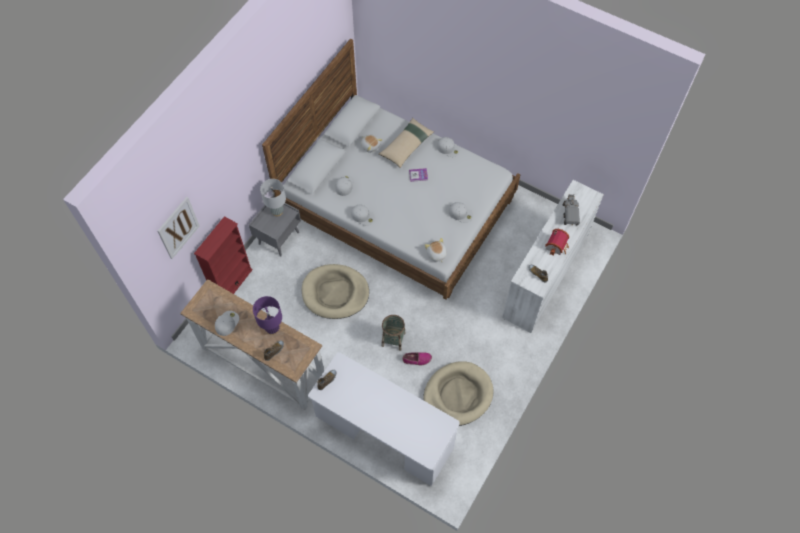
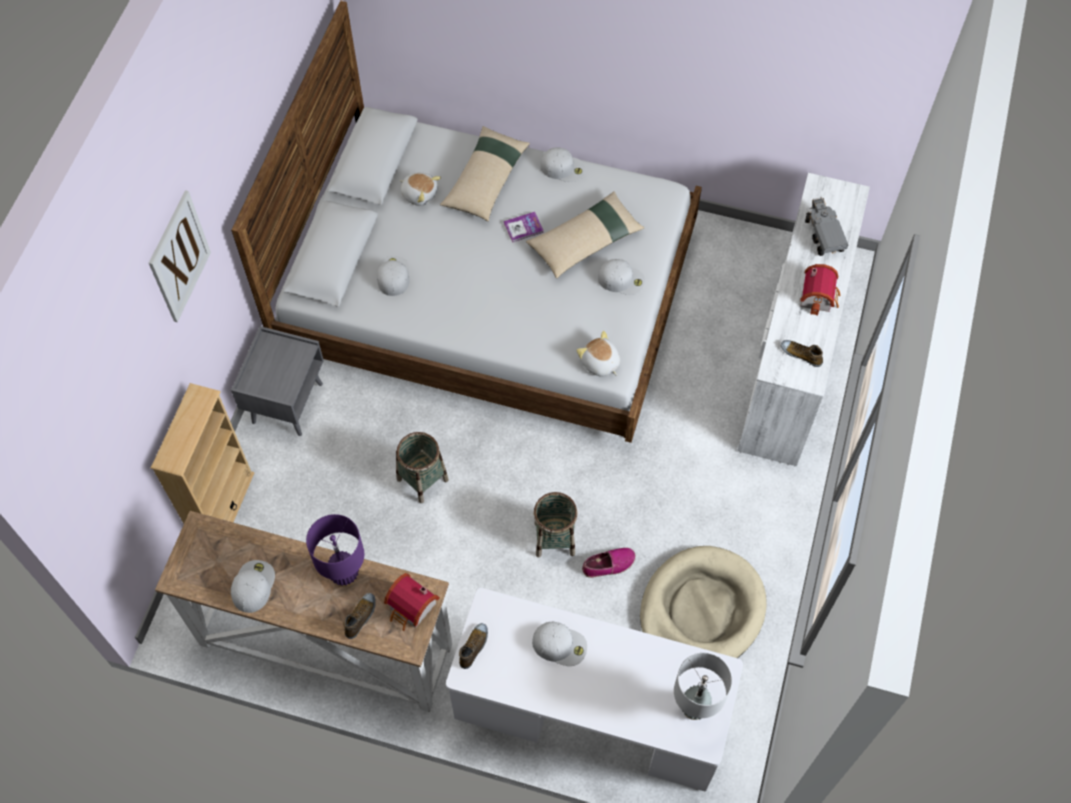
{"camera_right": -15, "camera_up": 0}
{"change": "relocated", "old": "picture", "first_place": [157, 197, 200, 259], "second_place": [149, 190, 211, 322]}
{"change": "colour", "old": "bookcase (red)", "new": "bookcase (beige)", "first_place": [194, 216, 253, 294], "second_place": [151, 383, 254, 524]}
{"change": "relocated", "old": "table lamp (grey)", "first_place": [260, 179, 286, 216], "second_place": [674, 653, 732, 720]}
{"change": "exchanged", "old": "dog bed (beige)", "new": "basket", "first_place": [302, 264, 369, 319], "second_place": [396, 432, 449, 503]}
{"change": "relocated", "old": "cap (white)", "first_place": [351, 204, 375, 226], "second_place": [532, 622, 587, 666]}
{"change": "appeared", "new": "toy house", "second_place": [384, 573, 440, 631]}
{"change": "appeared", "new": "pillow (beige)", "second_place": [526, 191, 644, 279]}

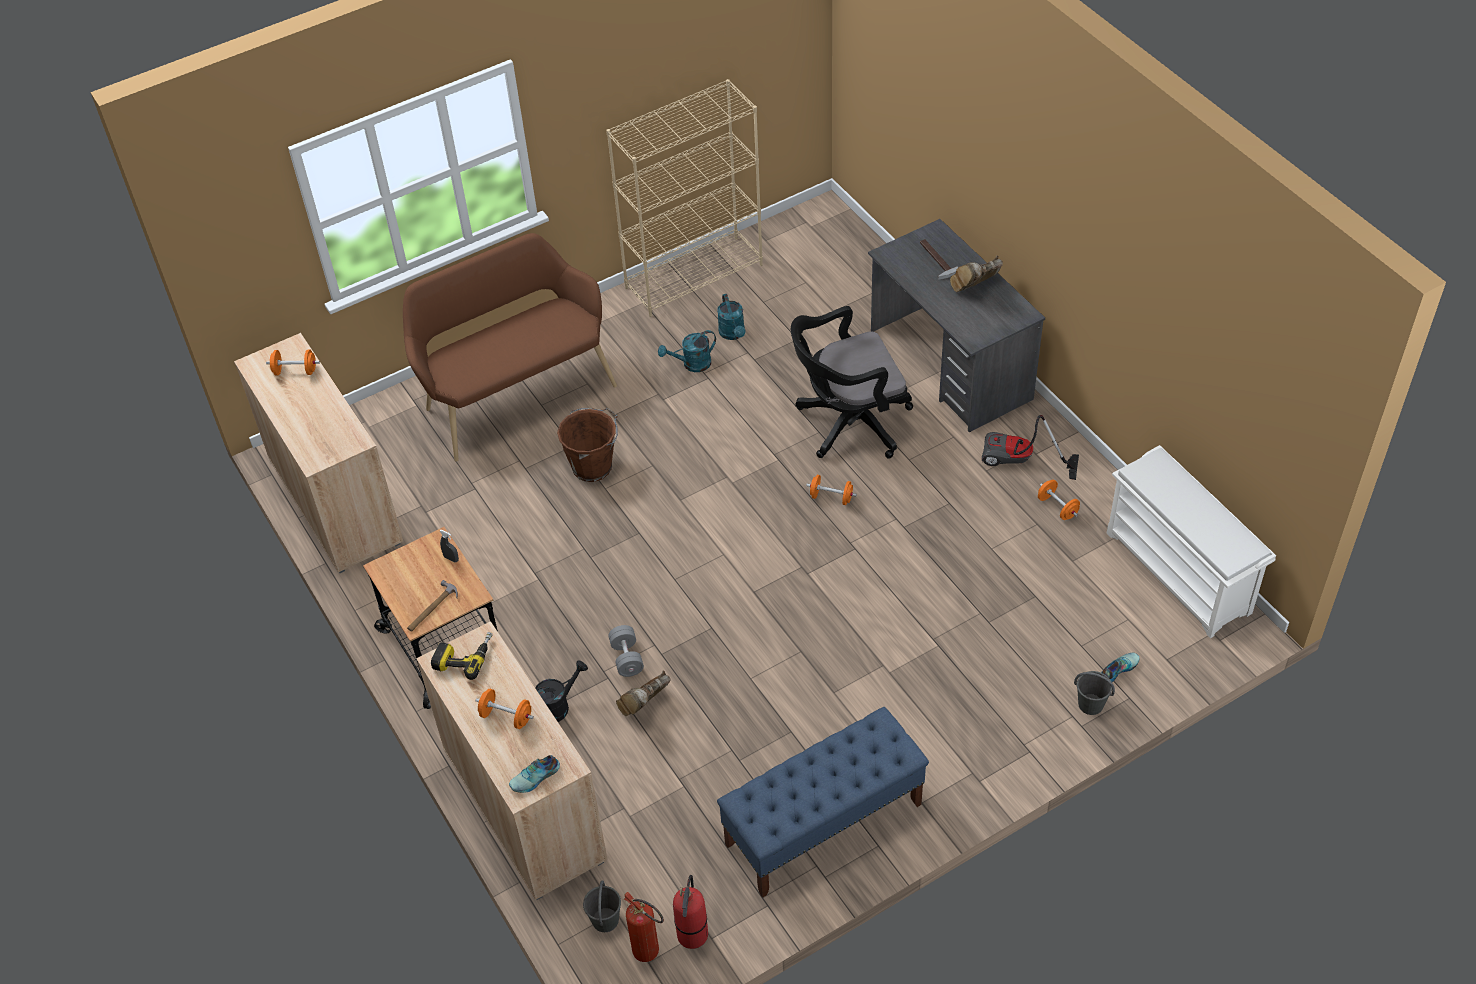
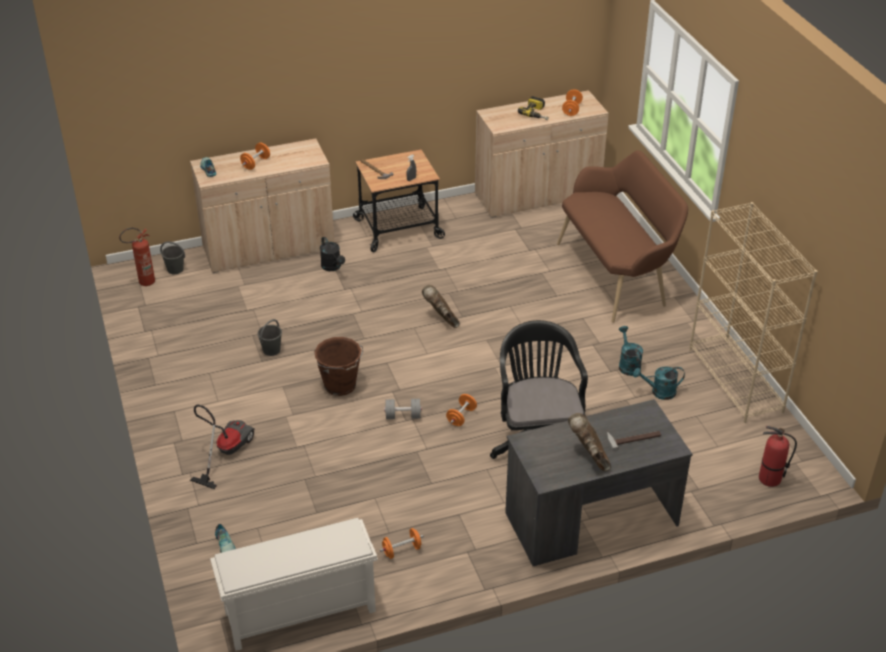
{"camera_right": 100, "camera_up": -10}
{"change": "relocated", "old": "power drill", "first_place": [431, 632, 493, 680], "second_place": [518, 96, 549, 120]}
{"change": "relocated", "old": "bucket (brown)", "first_place": [557, 408, 618, 482], "second_place": [315, 337, 363, 396]}
{"change": "relocated", "old": "dumbbell (grey)", "first_place": [608, 625, 644, 677], "second_place": [384, 399, 422, 419]}
{"change": "relocated", "old": "boot (brown)", "first_place": [616, 670, 671, 716], "second_place": [422, 285, 460, 328]}
{"change": "relocated", "old": "fire extinguisher", "first_place": [673, 875, 708, 949], "second_place": [759, 426, 797, 487]}
{"change": "missing", "old": "bench (blue)", "first_place": [717, 707, 929, 898]}
{"change": "relocated", "old": "vacuum cleaner", "first_place": [982, 415, 1079, 480], "second_place": [190, 405, 255, 489]}
{"change": "relocated", "old": "bucket (grey)", "first_place": [1074, 671, 1115, 715], "second_place": [257, 319, 282, 356]}

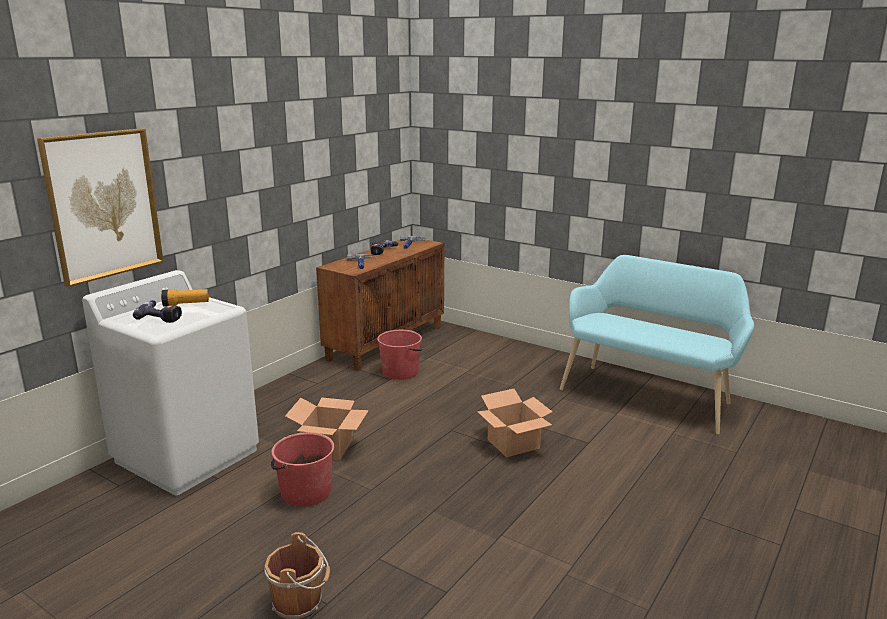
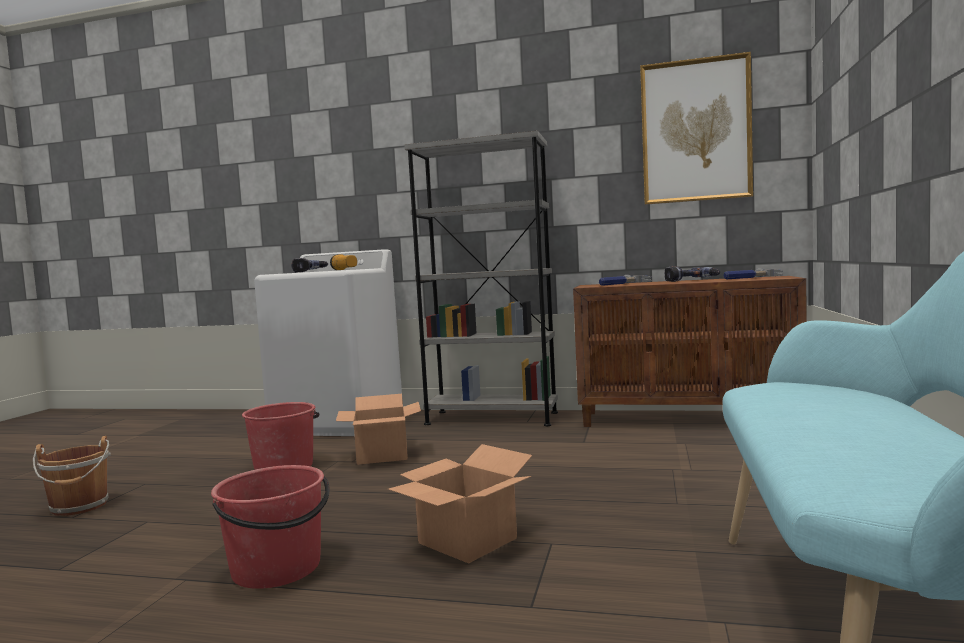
{"camera_right": 70, "camera_up": -15}
{"change": "relocated", "old": "picture", "first_place": [37, 128, 164, 287], "second_place": [640, 52, 753, 205]}
{"change": "relocated", "old": "bucket (red)", "first_place": [377, 330, 423, 380], "second_place": [211, 465, 330, 589]}
{"change": "appeared", "new": "bookcase (grey)", "second_place": [404, 130, 558, 426]}

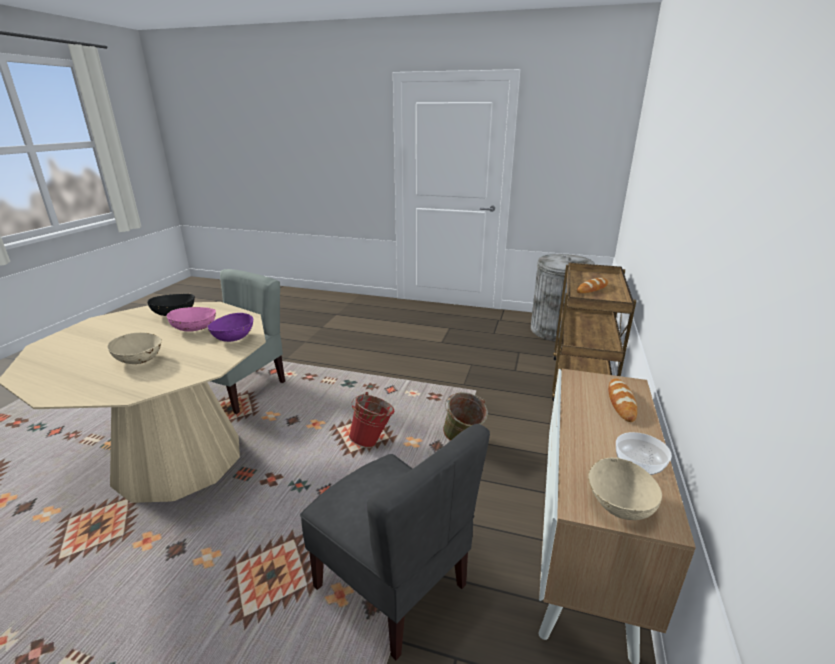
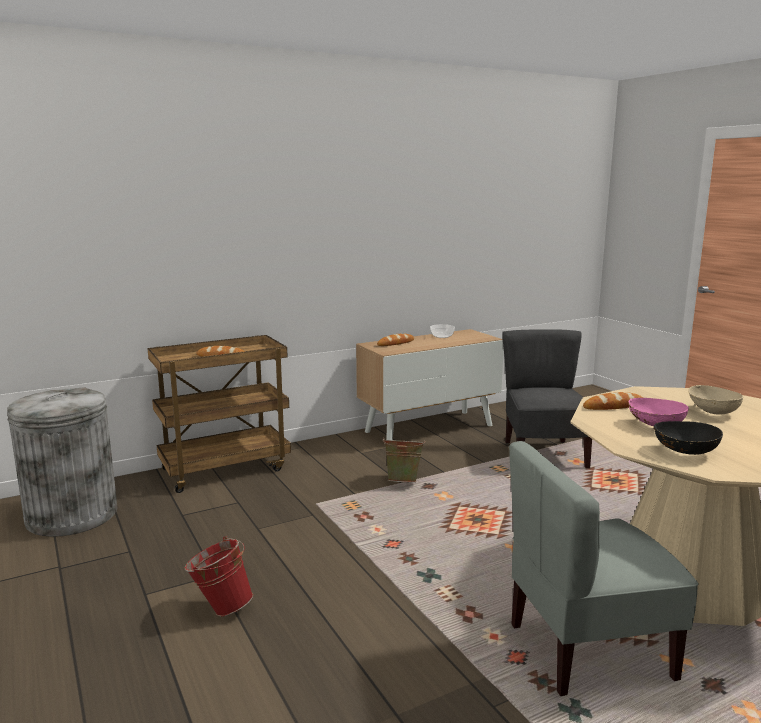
{"camera_right": -135, "camera_up": -10}
{"change": "exchanged", "old": "bowl (purple)", "new": "bread", "first_place": [207, 313, 253, 342], "second_place": [583, 392, 643, 410]}
{"change": "relocated", "old": "bucket (red)", "first_place": [349, 392, 394, 448], "second_place": [185, 536, 253, 617]}
{"change": "missing", "old": "bowl (beige)", "first_place": [588, 457, 662, 520]}

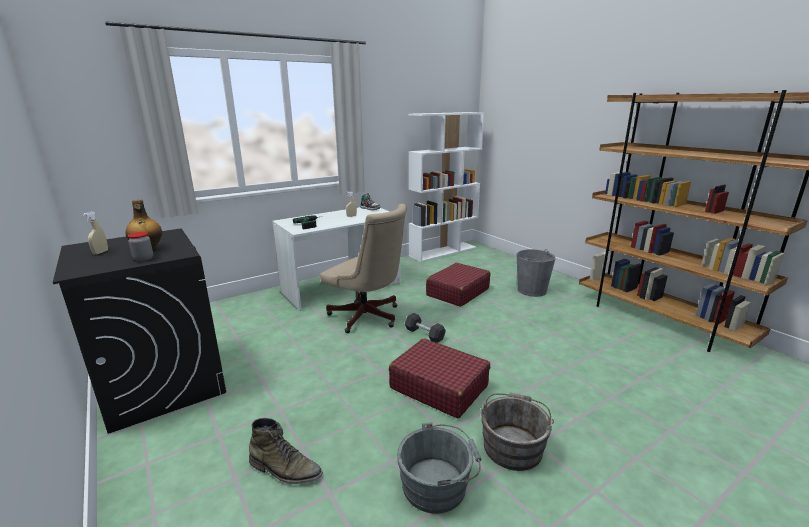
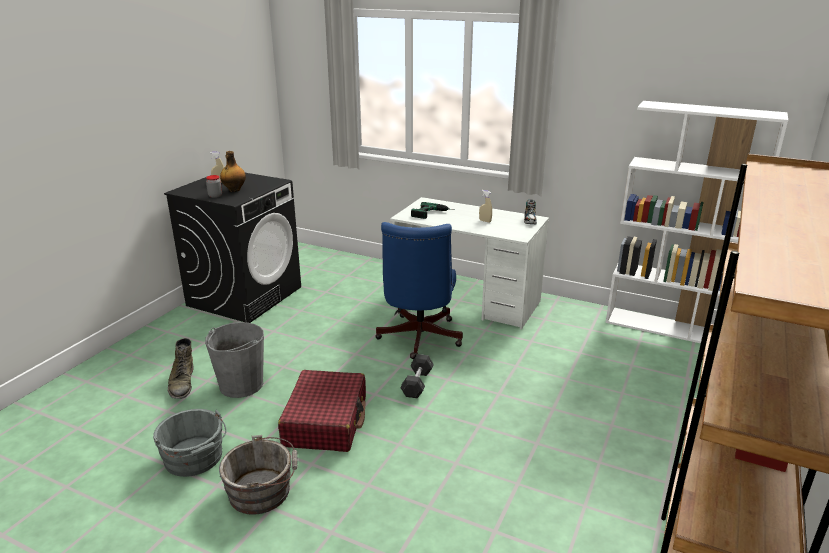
{"camera_right": 60, "camera_up": 5}
{"change": "colour", "old": "office chair (beige)", "new": "office chair (blue)", "first_place": [320, 204, 407, 333], "second_place": [375, 222, 463, 359]}
{"change": "missing", "old": "suitcase (red)", "first_place": [426, 263, 490, 307]}
{"change": "relocated", "old": "bucket (grey)", "first_place": [517, 249, 556, 297], "second_place": [205, 322, 264, 398]}

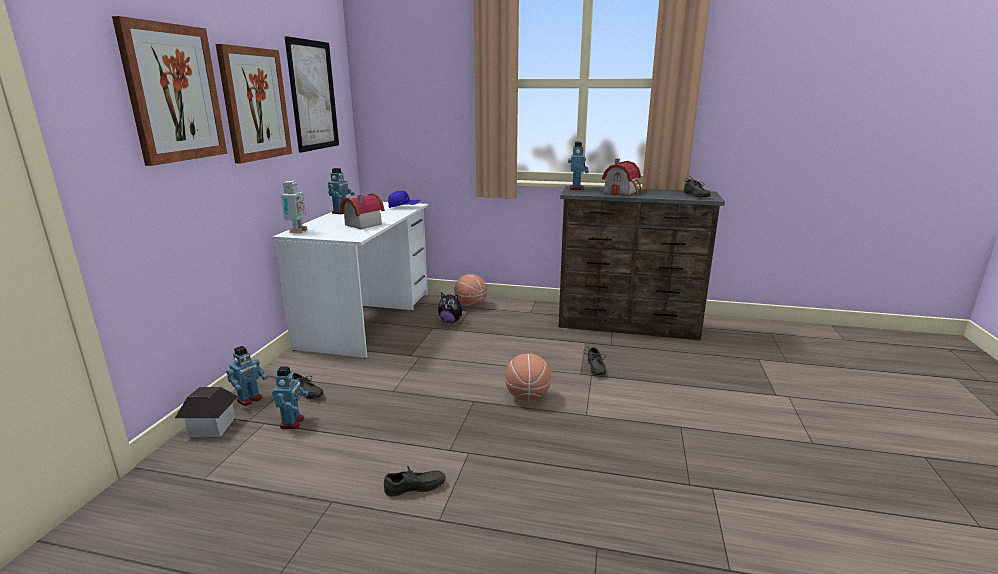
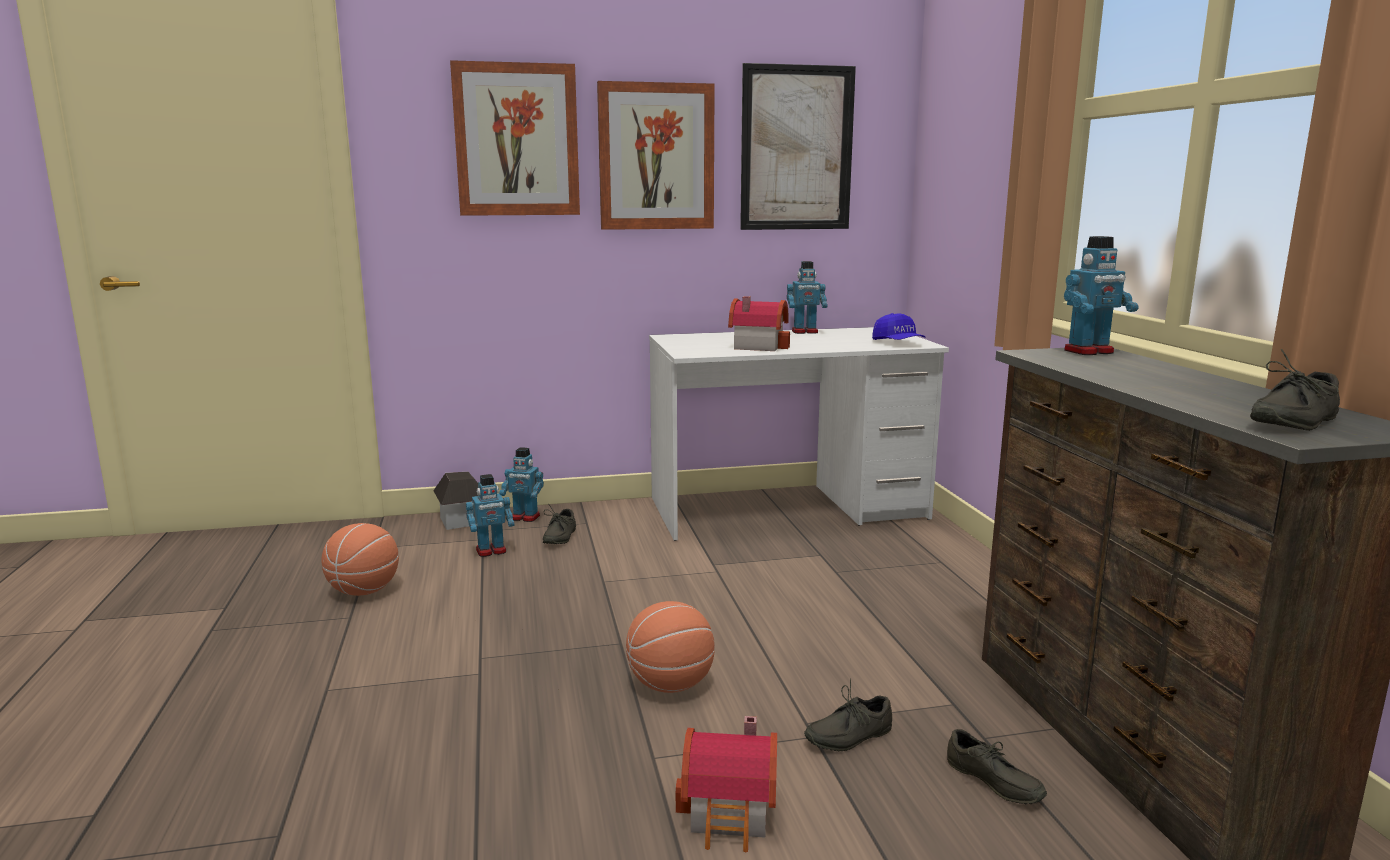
{"camera_right": 65, "camera_up": -5}
{"change": "missing", "old": "toy robot", "first_place": [281, 181, 308, 234]}
{"change": "relocated", "old": "shoe (grey)", "first_place": [384, 466, 446, 496], "second_place": [947, 729, 1047, 804]}
{"change": "missing", "old": "plush toy", "first_place": [438, 292, 466, 323]}
{"change": "relocated", "old": "basketball", "first_place": [454, 274, 487, 307], "second_place": [321, 523, 399, 596]}
{"change": "relocated", "old": "toy house", "first_place": [602, 159, 642, 195], "second_place": [676, 716, 777, 853]}

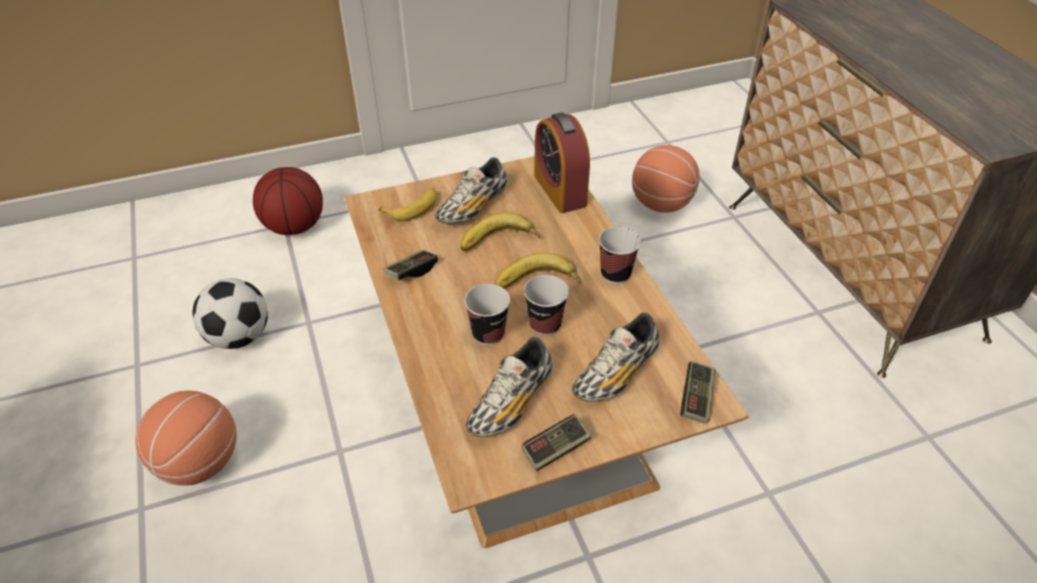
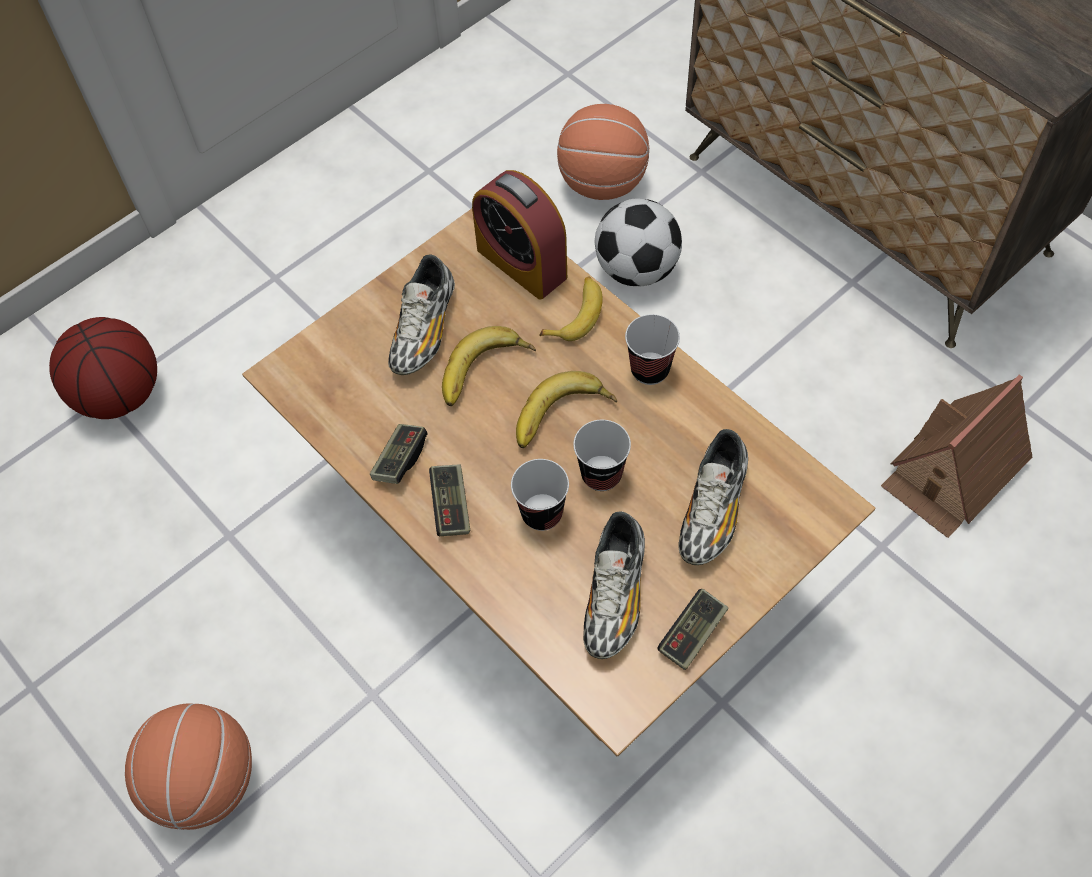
{"camera_right": -20, "camera_up": 15}
{"change": "relocated", "old": "football", "first_place": [193, 278, 268, 349], "second_place": [595, 198, 682, 286]}
{"change": "relocated", "old": "banana", "first_place": [379, 188, 437, 221], "second_place": [540, 277, 603, 341]}
{"change": "relocated", "old": "game controller", "first_place": [680, 361, 715, 424], "second_place": [429, 464, 470, 536]}
{"change": "appeared", "new": "toy house", "second_place": [881, 374, 1032, 538]}

